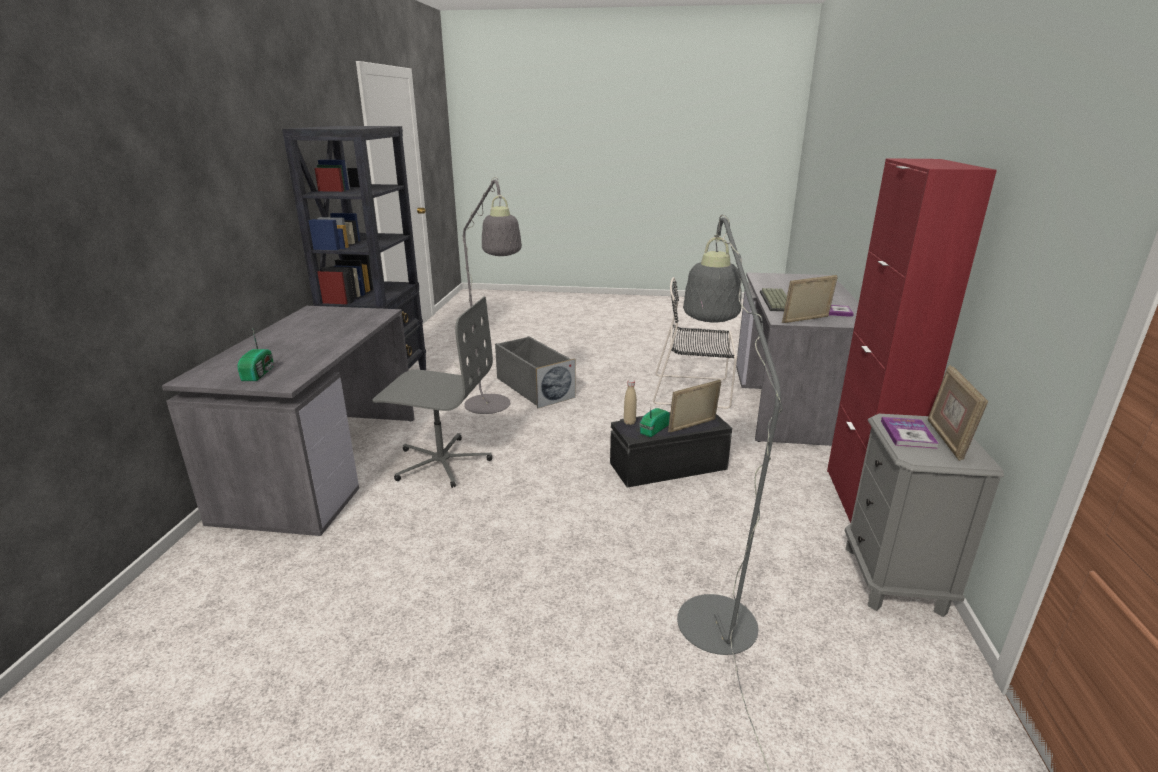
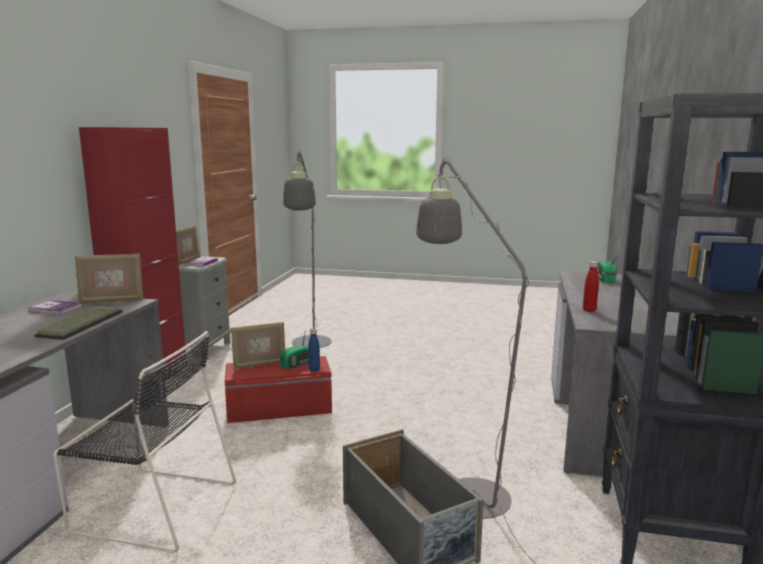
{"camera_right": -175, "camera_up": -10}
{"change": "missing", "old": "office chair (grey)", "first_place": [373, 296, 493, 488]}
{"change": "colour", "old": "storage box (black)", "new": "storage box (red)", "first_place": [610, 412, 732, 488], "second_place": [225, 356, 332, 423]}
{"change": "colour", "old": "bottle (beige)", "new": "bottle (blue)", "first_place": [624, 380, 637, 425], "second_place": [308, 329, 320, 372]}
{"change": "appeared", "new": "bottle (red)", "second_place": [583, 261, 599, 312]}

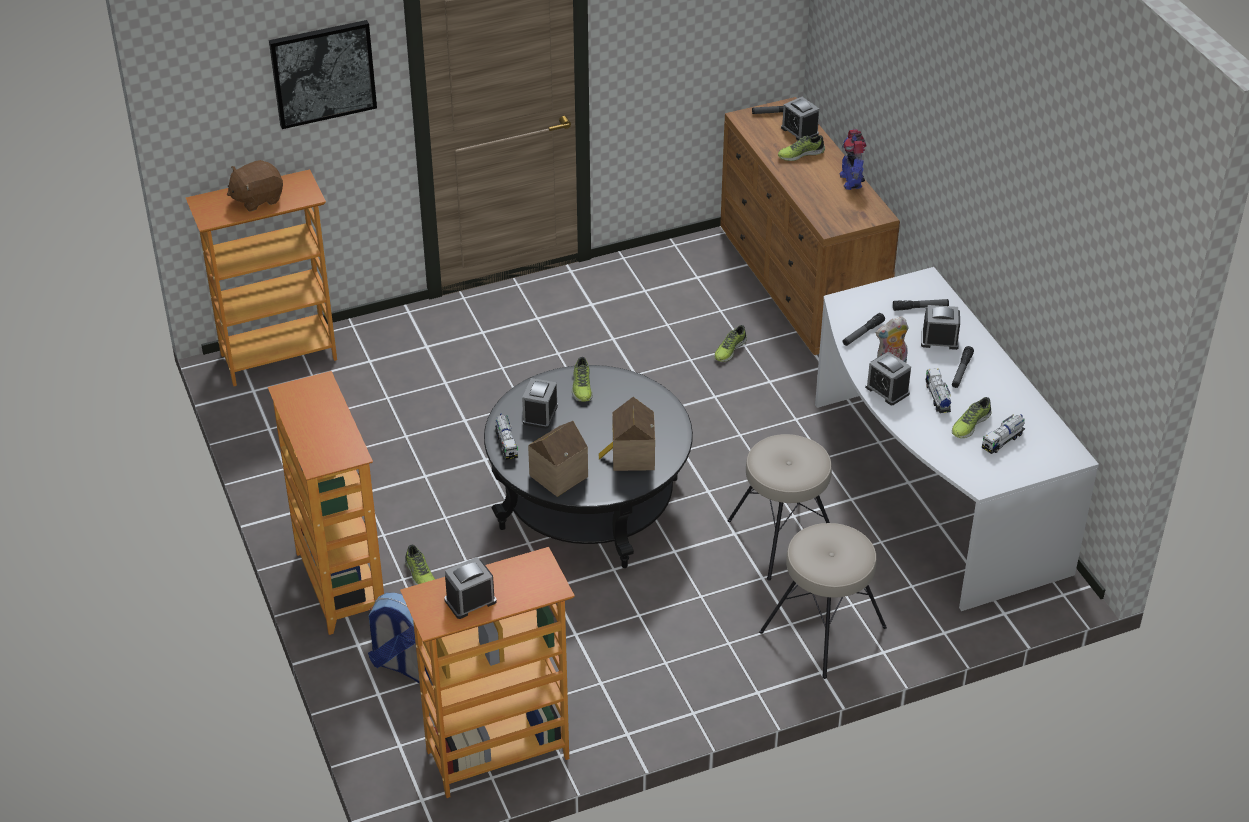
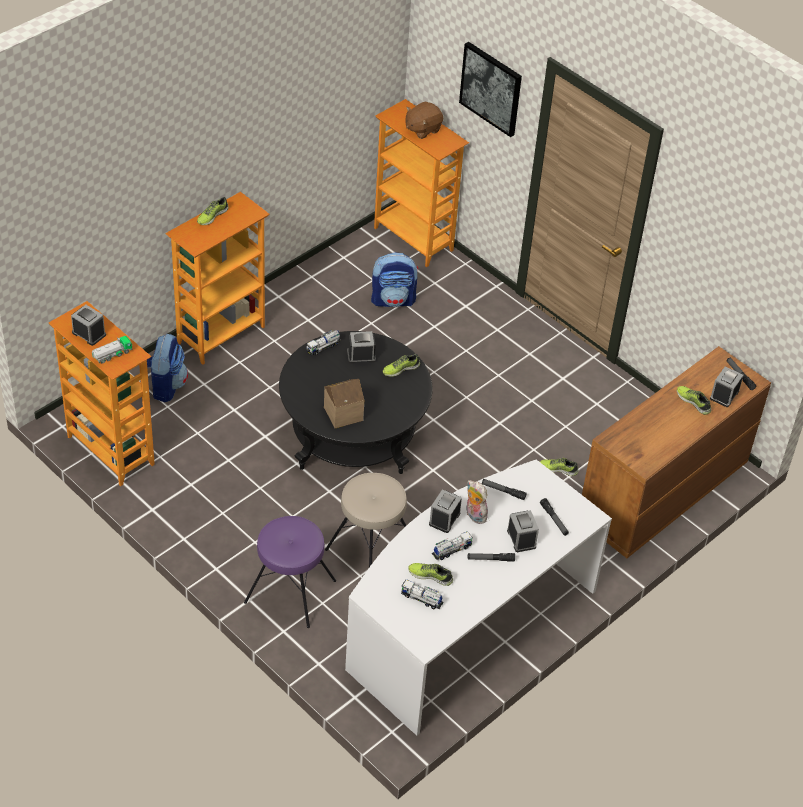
{"camera_right": 65, "camera_up": 5}
{"change": "spun", "old": "plush toy (brown)", "first_place": [227, 160, 283, 212], "second_place": [406, 101, 443, 139], "degrees": -75}
{"change": "relocated", "old": "shoe", "first_place": [405, 545, 435, 585], "second_place": [197, 197, 229, 225]}
{"change": "missing", "old": "toy house", "first_place": [528, 421, 588, 497]}
{"change": "colour", "old": "stool (beige)", "new": "stool (purple)", "first_place": [759, 523, 887, 679], "second_place": [244, 516, 336, 628]}
{"change": "missing", "old": "toy robot", "first_place": [839, 129, 867, 190]}
{"change": "appeared", "new": "toy truck", "second_place": [92, 336, 132, 364]}
{"change": "appeared", "new": "backpack", "second_place": [371, 252, 419, 307]}

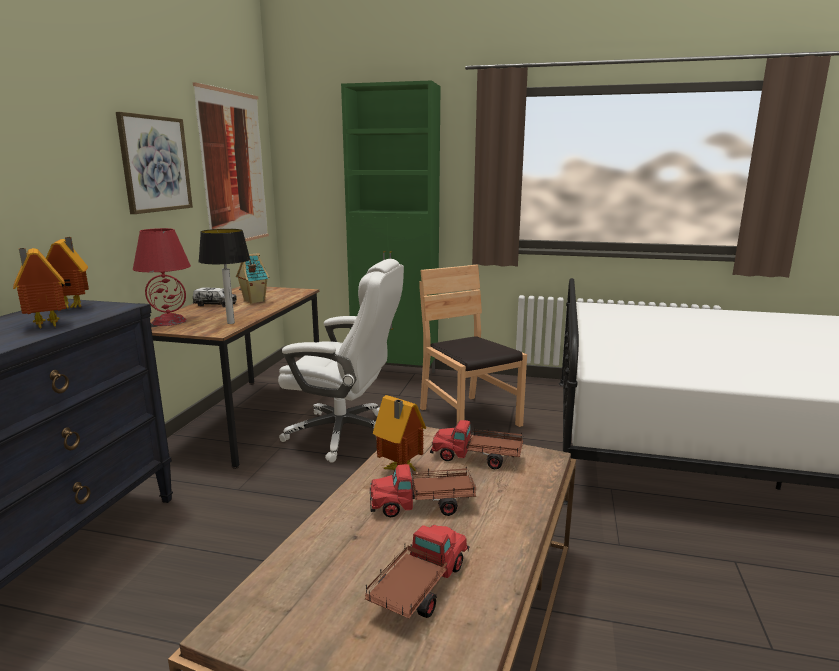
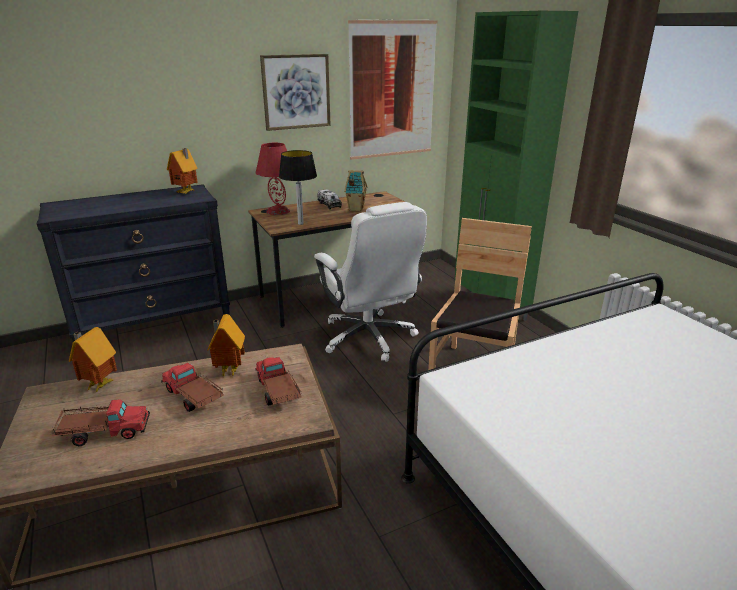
{"camera_right": 50, "camera_up": 10}
{"change": "relocated", "old": "toy house", "first_place": [13, 248, 66, 330], "second_place": [69, 327, 117, 392]}

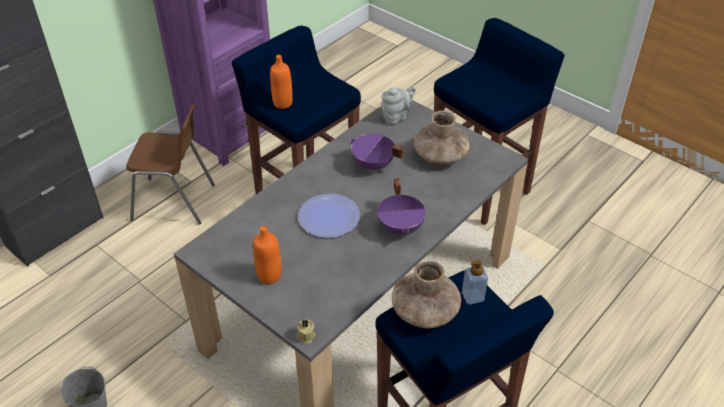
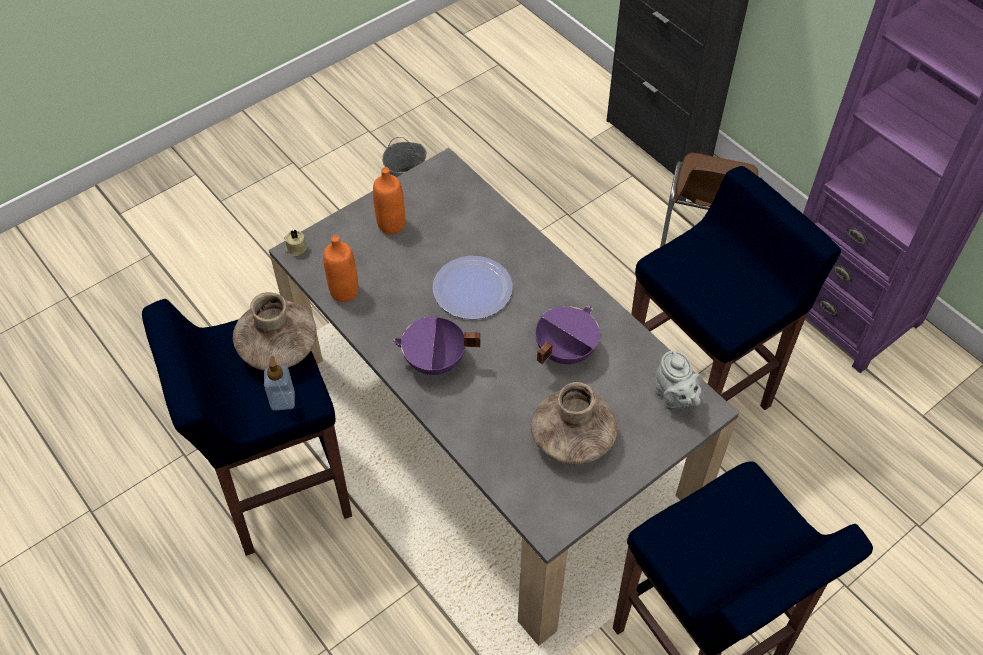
{"camera_right": 100, "camera_up": 10}
{"change": "relocated", "old": "bottle (orange)", "first_place": [270, 55, 293, 109], "second_place": [323, 235, 358, 302]}

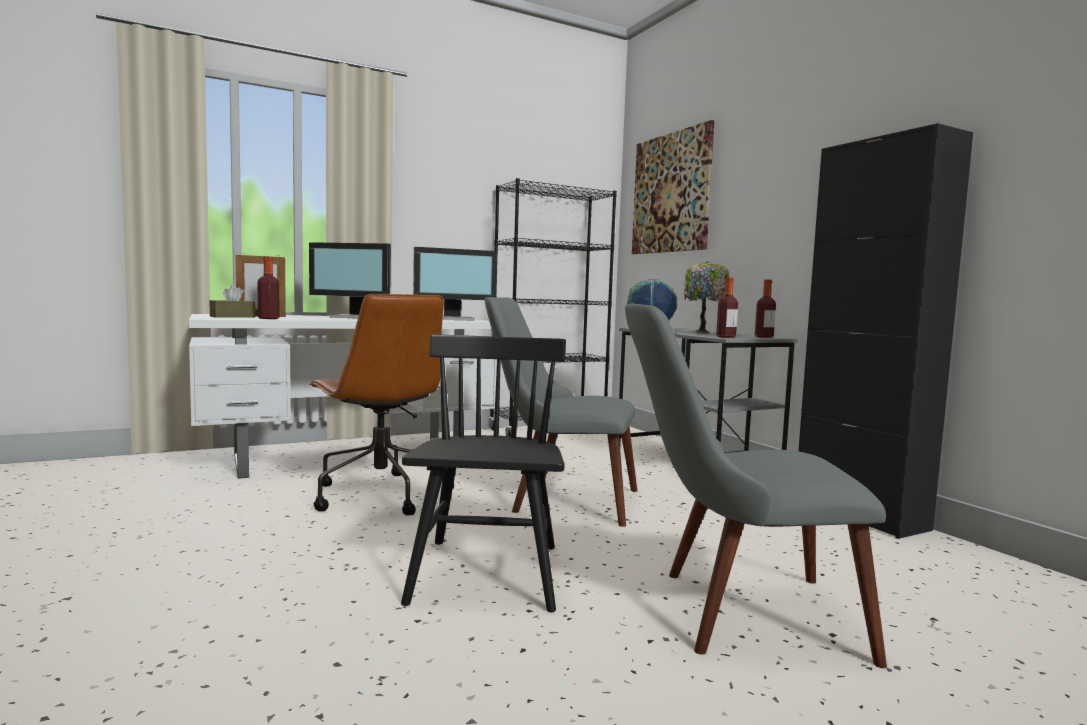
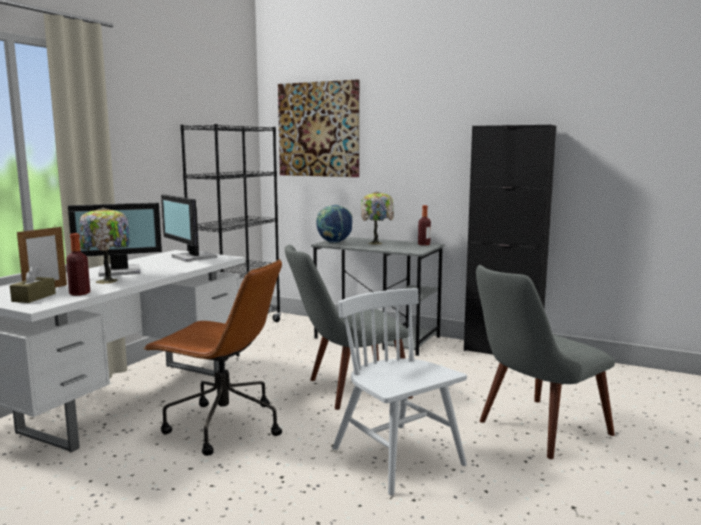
{"camera_right": -35, "camera_up": 5}
{"change": "colour", "old": "chair (black)", "new": "chair (white)", "first_place": [401, 334, 566, 612], "second_place": [332, 288, 467, 495]}
{"change": "spun", "old": "monitor", "first_place": [413, 247, 498, 321], "second_place": [161, 195, 217, 262], "degrees": 105}
{"change": "missing", "old": "bottle", "first_place": [716, 277, 738, 338]}
{"change": "appeared", "new": "table lamp", "second_place": [79, 208, 130, 284]}

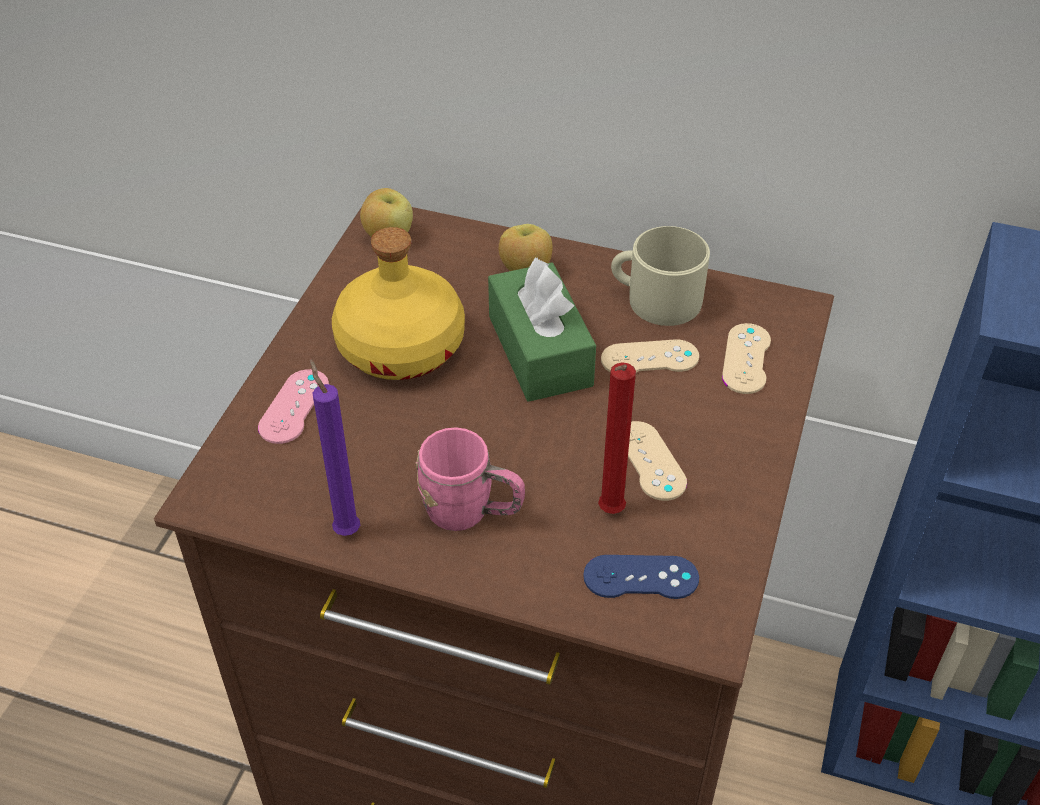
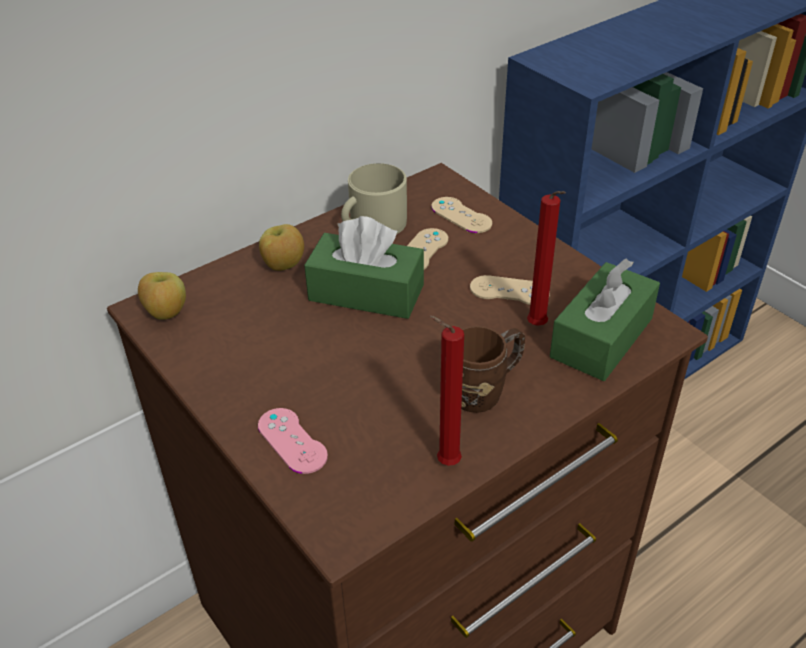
{"camera_right": -55, "camera_up": -5}
{"change": "colour", "old": "candle (purple)", "new": "candle (red)", "first_place": [310, 359, 360, 536], "second_place": [429, 316, 464, 466]}
{"change": "missing", "old": "bottle (yellow)", "first_place": [332, 227, 465, 380]}
{"change": "colour", "old": "mug (pink)", "new": "mug (brown)", "first_place": [416, 427, 525, 531], "second_place": [461, 326, 525, 413]}
{"change": "exchanged", "old": "game controller (blue)", "new": "tissue box (green)", "first_place": [583, 555, 699, 599], "second_place": [550, 259, 660, 381]}

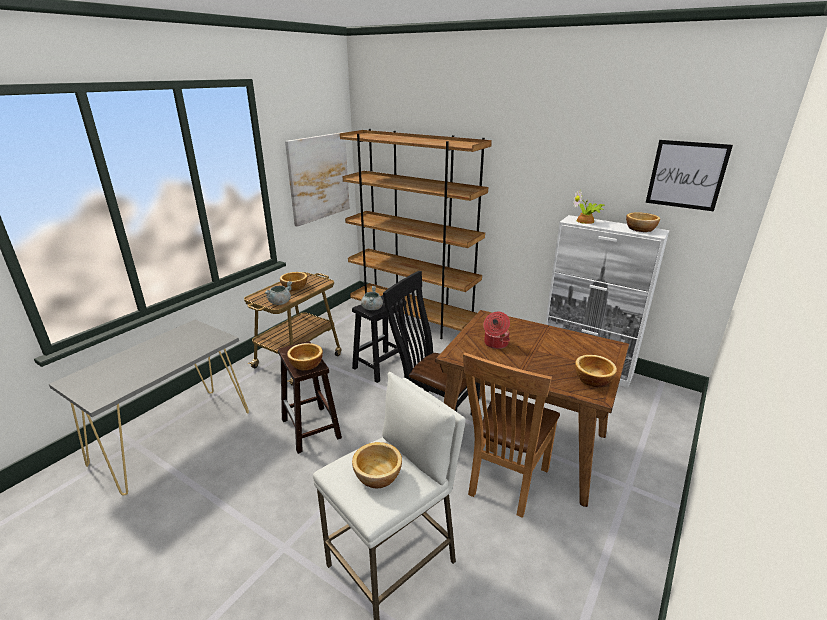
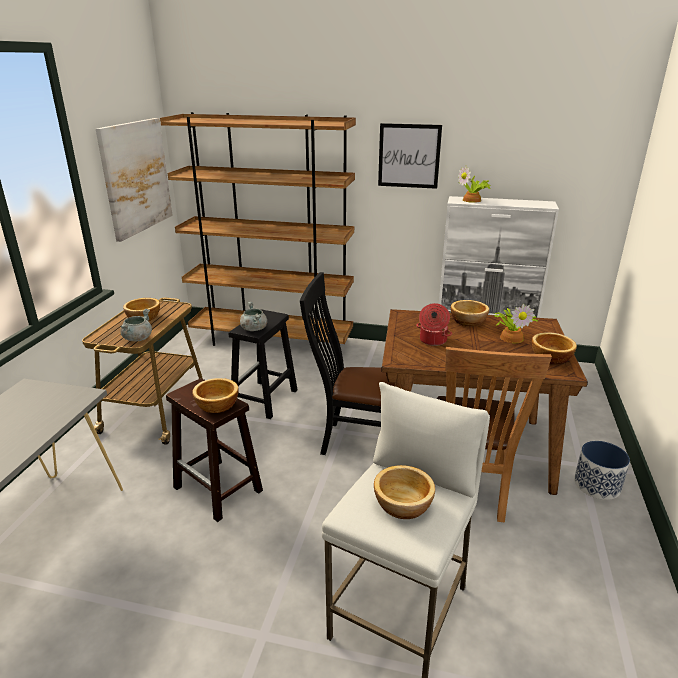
{"camera_right": -20, "camera_up": 0}
{"change": "relocated", "old": "bowl", "first_place": [626, 212, 660, 232], "second_place": [451, 300, 489, 327]}
{"change": "relocated", "old": "picture", "first_place": [646, 140, 733, 211], "second_place": [378, 123, 442, 189]}
{"change": "appeared", "new": "potted plant", "second_place": [493, 304, 538, 343]}
{"change": "appeared", "new": "planter", "second_place": [574, 441, 630, 500]}

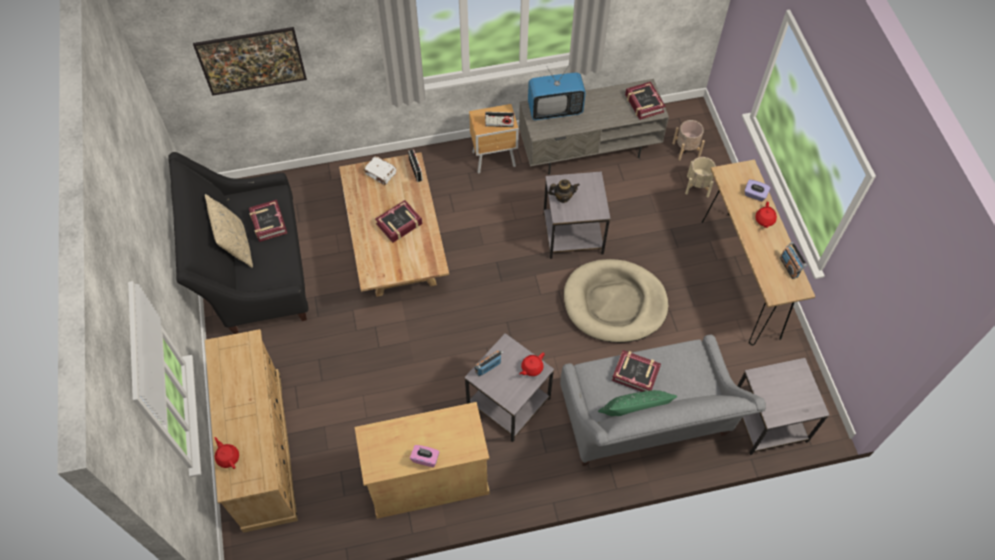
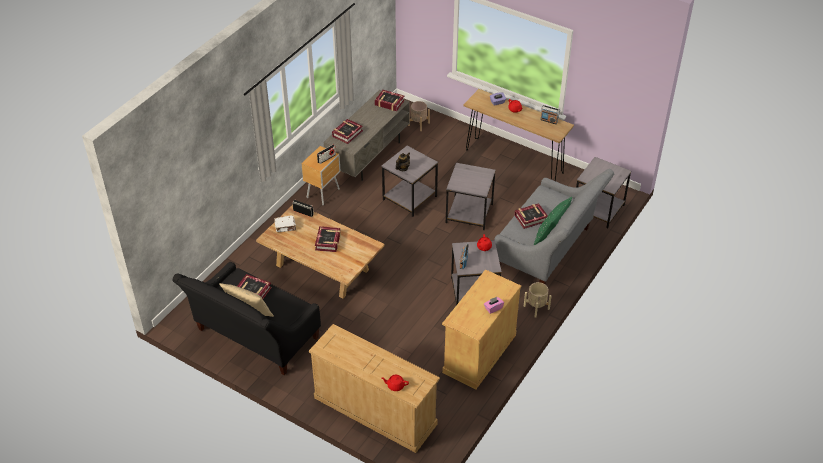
{"camera_right": -45, "camera_up": -15}
{"change": "missing", "old": "picture", "first_place": [193, 27, 307, 96]}
{"change": "exchanged", "old": "television", "new": "book", "first_place": [528, 64, 586, 120], "second_place": [332, 119, 363, 144]}
{"change": "exchanged", "old": "dog bed (beige)", "new": "side table (grey)", "first_place": [564, 259, 668, 343], "second_place": [446, 163, 496, 230]}
{"change": "relocated", "old": "planter (beige)", "first_place": [685, 157, 716, 198], "second_place": [524, 282, 552, 318]}

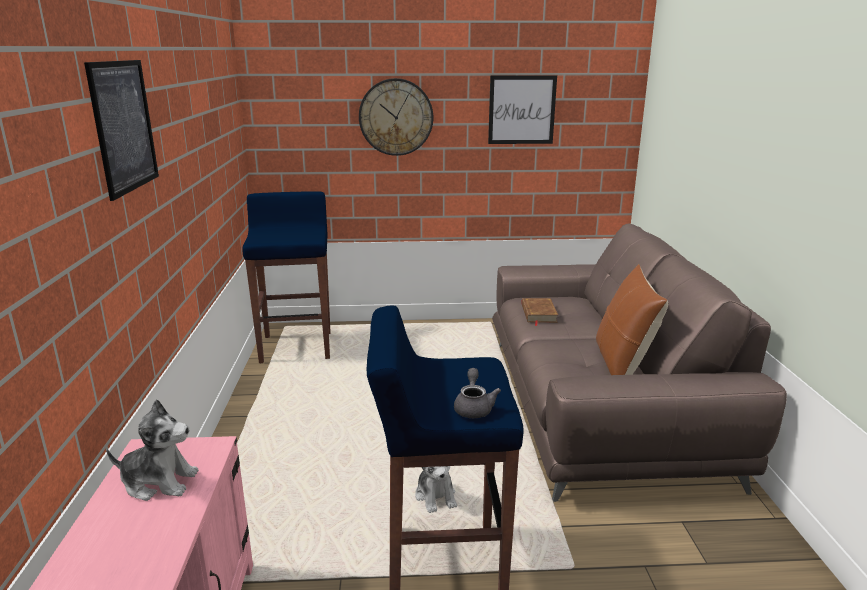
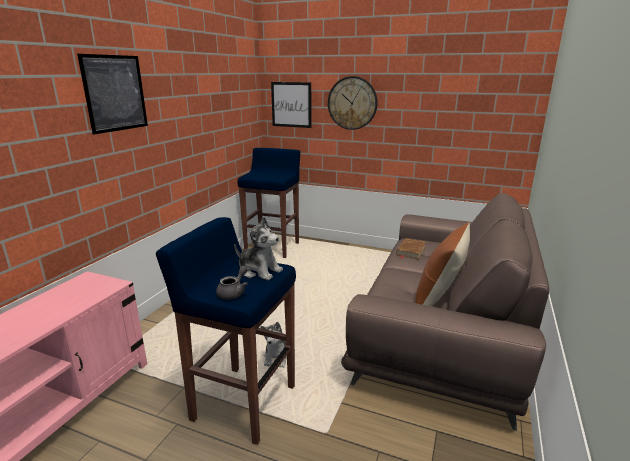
{"camera_right": 25, "camera_up": 0}
{"change": "relocated", "old": "plush toy", "first_place": [106, 399, 199, 501], "second_place": [234, 217, 283, 280]}
{"change": "relocated", "old": "picture", "first_place": [488, 75, 557, 144], "second_place": [271, 82, 311, 128]}

